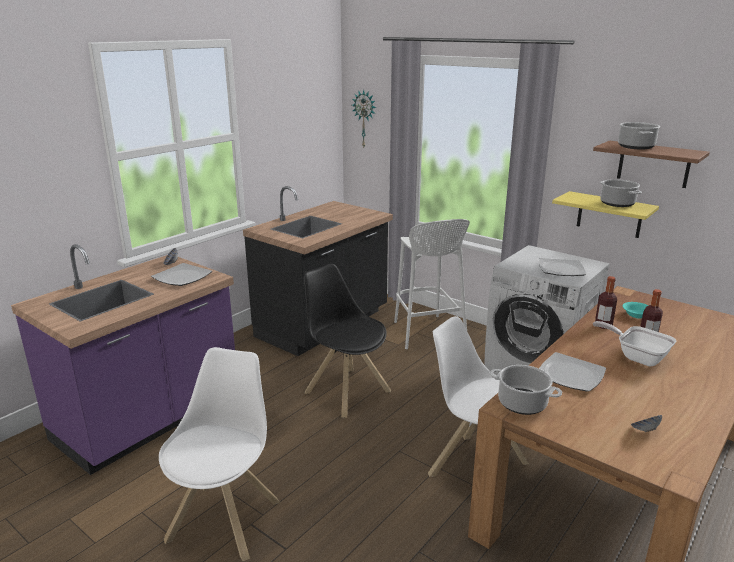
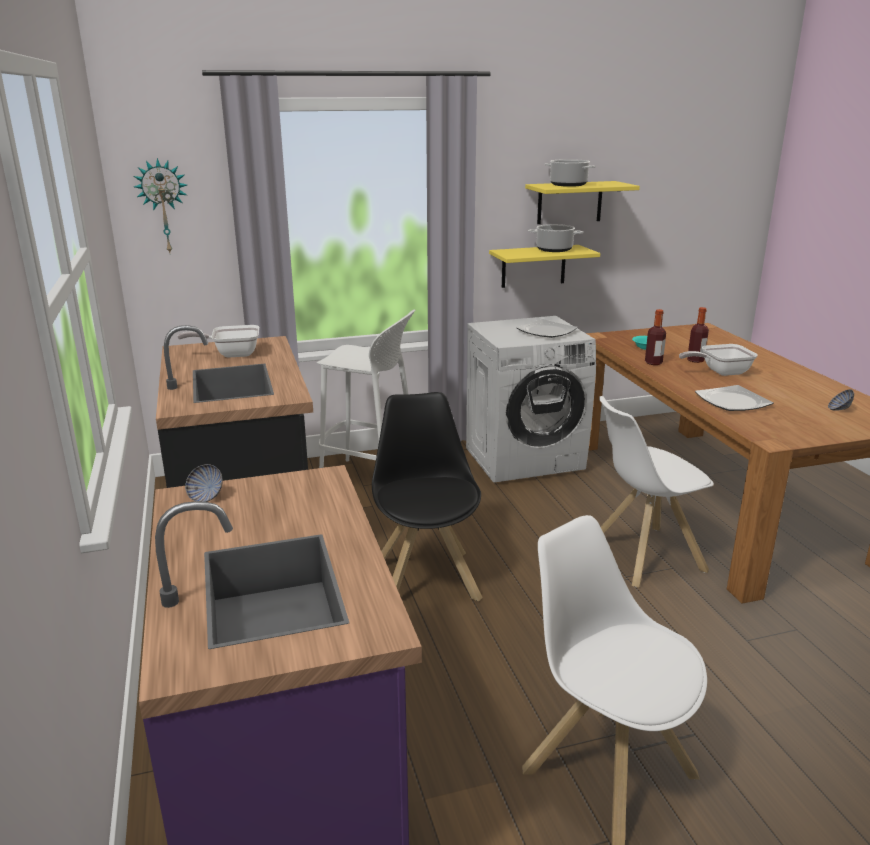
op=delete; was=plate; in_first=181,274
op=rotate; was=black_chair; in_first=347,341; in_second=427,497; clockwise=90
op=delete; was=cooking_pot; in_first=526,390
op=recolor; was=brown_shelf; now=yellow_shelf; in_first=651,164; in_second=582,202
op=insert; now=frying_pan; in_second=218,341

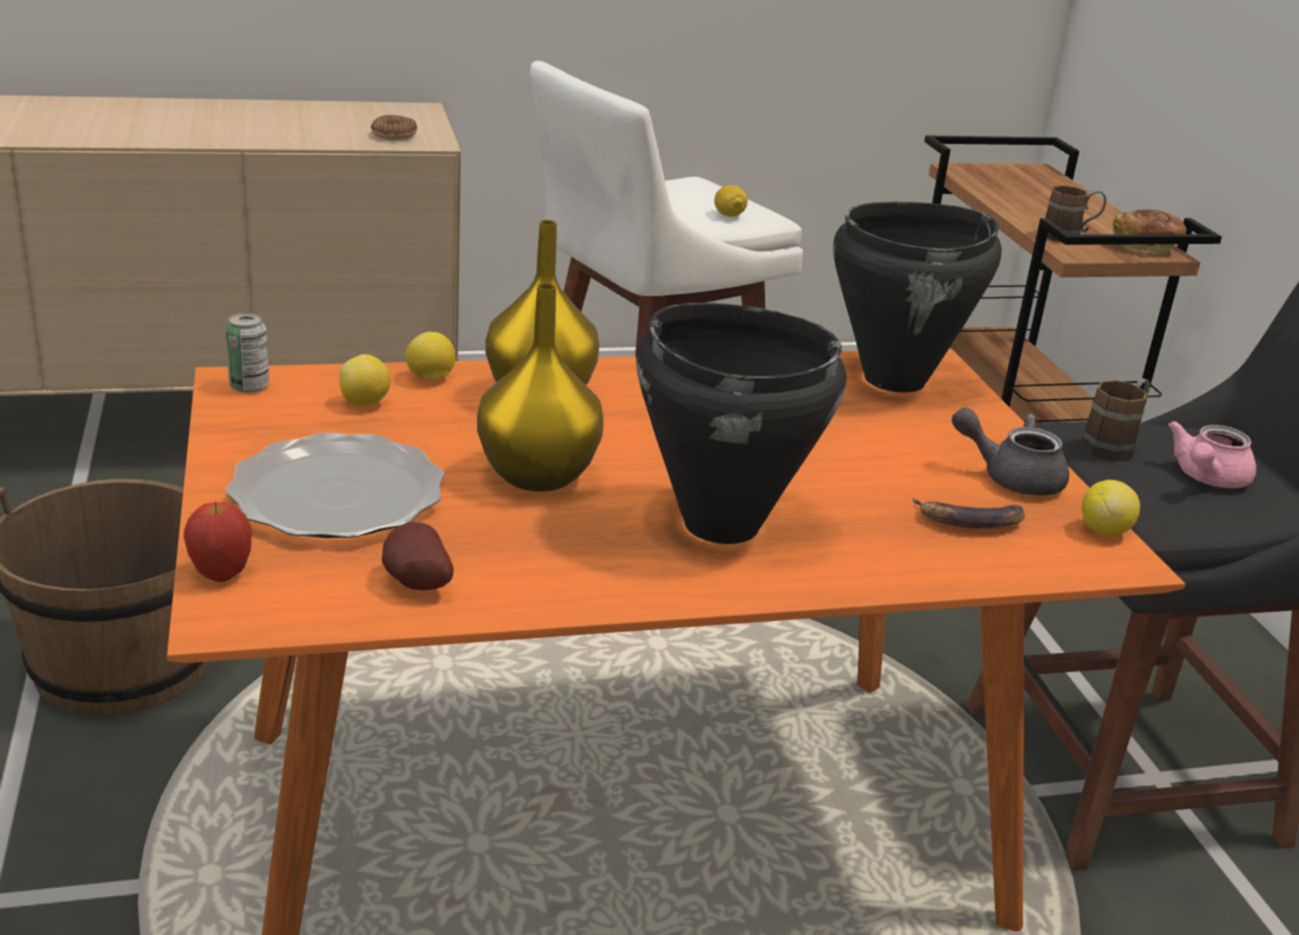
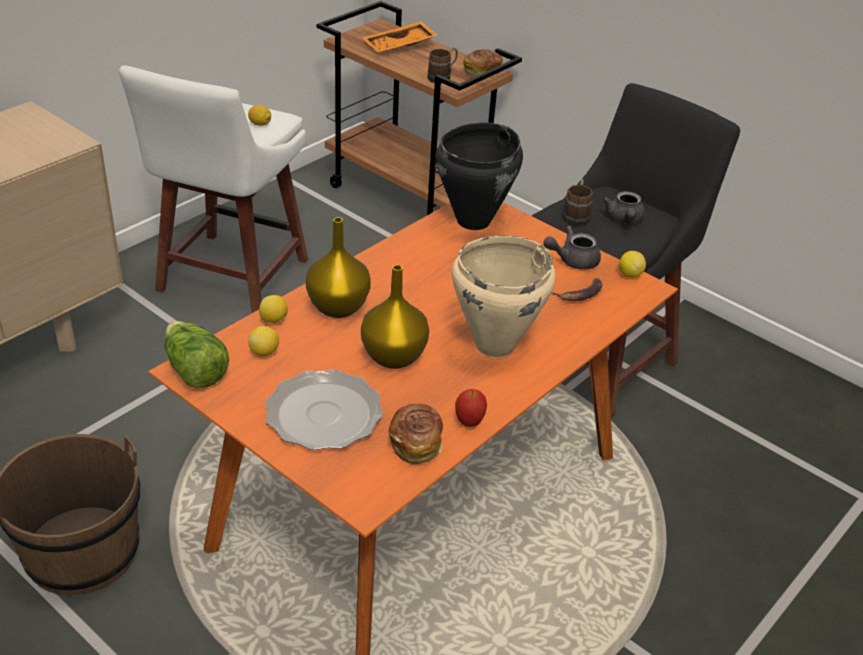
op=move; was=apple; in_first=218,542; in_second=471,408
op=replace; was=can; now=lettuce; in_first=247,353; in_second=197,354
op=delete; was=donut; in_first=394,127
op=replace; was=potato; now=bread; in_first=418,556; in_second=416,434
op=recolor; was=black_cooking_pot; now=beige_cooking_pot; in_first=741,423; in_second=504,296
op=recolor; was=pink_teapot; now=grey_teapot; in_first=1212,454; in_second=623,207
op=insert; now=orange_tray; in_second=400,36

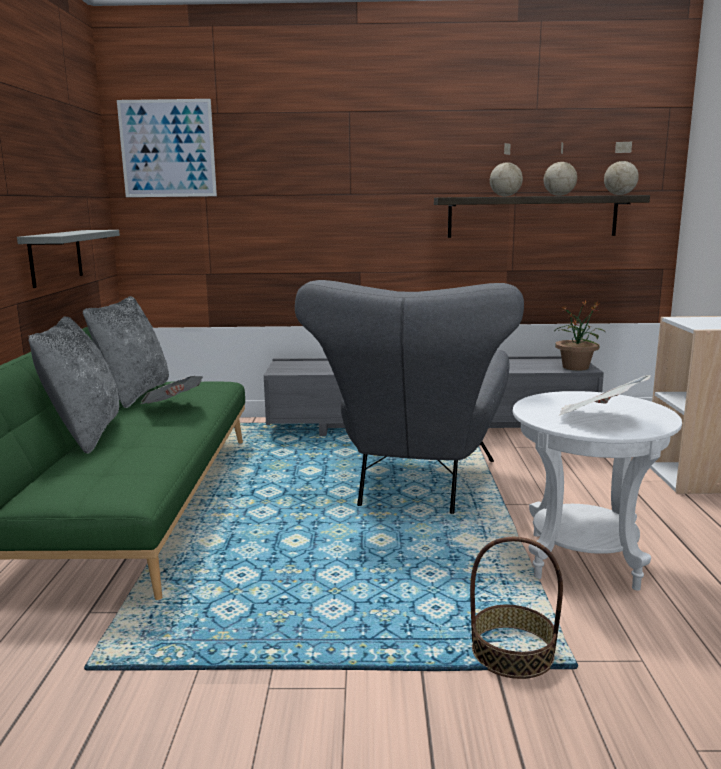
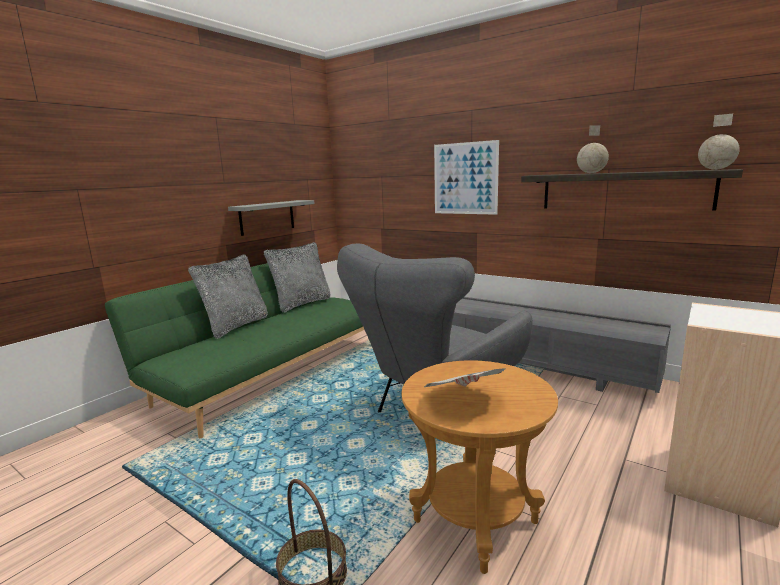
op=move; was=picture; in_first=167,148; in_second=466,177
op=delete; was=newspaper; in_first=171,390
op=recolor; was=white_side_table; now=brown_side_table; in_first=597,491; in_second=479,467
op=delete; was=globe; in_first=560,169
op=delete; was=potted_plant; in_first=580,335

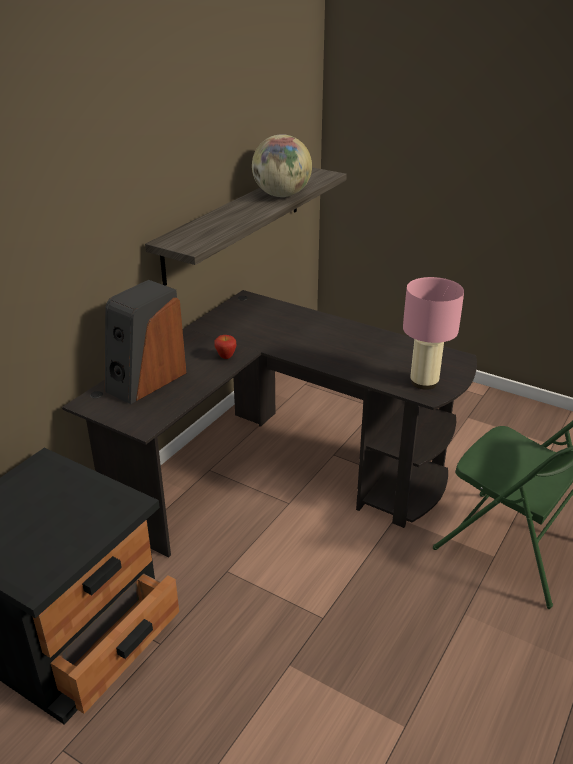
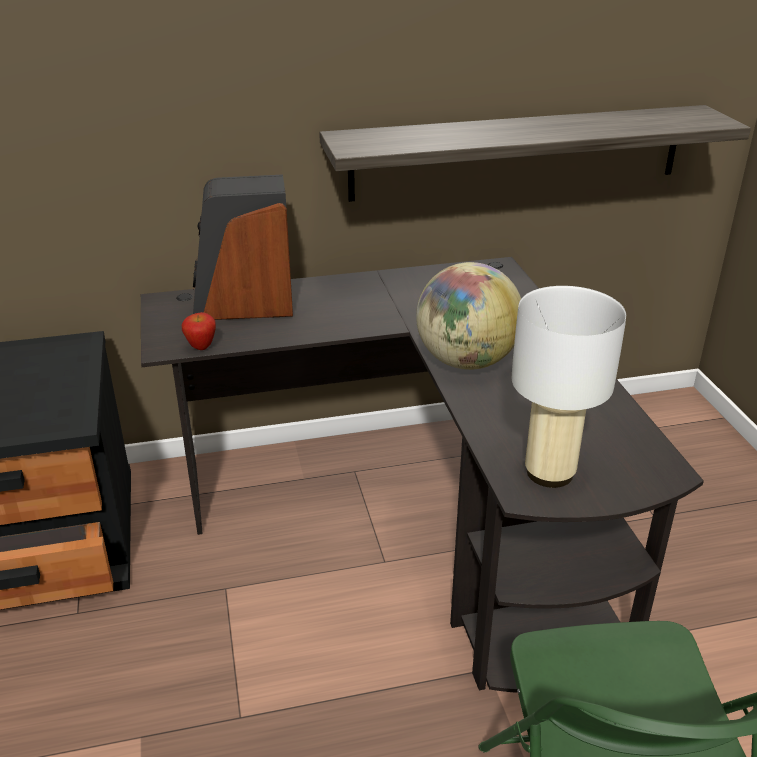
op=move; was=apple; in_first=225,347; in_second=199,331
op=move; was=globe; in_first=282,165; in_second=468,316
op=recolor; was=pink_table_lamp; now=white_table_lamp; in_first=433,333; in_second=569,387

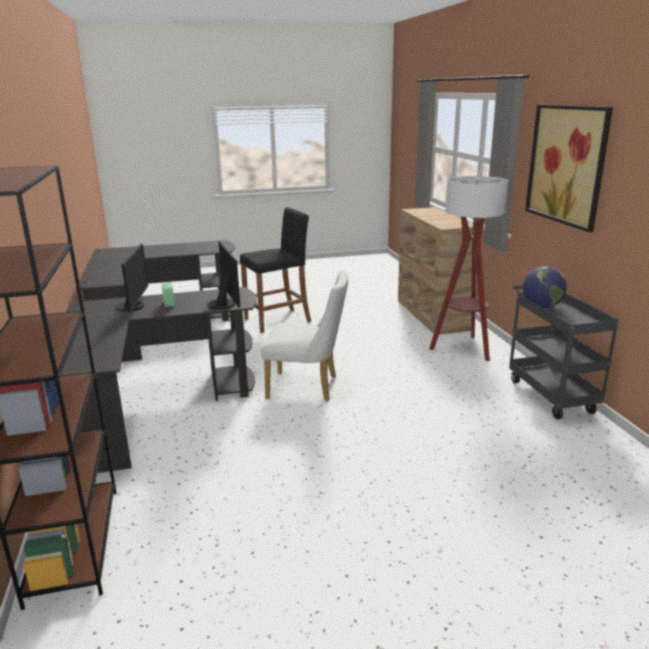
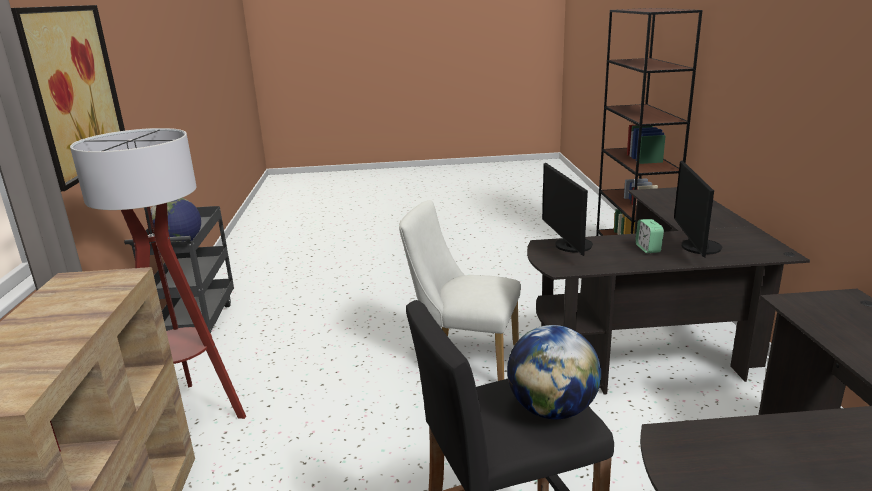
op=insert; now=globe; in_second=554,372

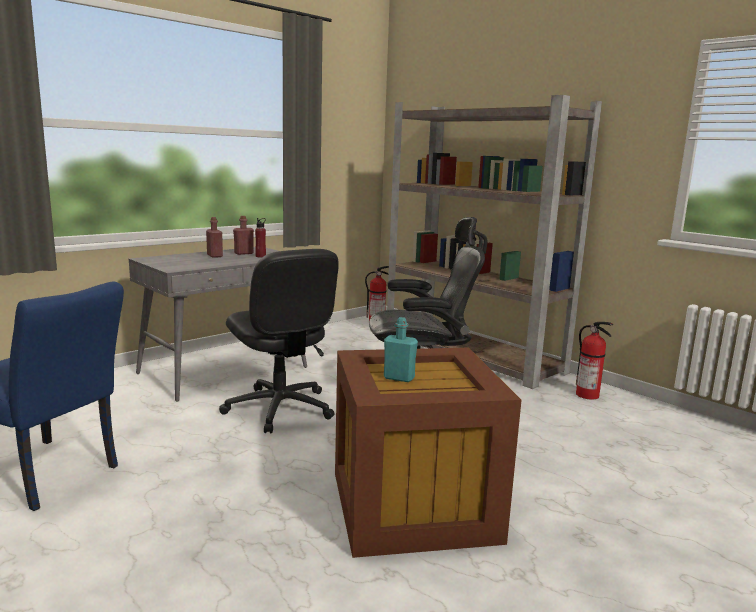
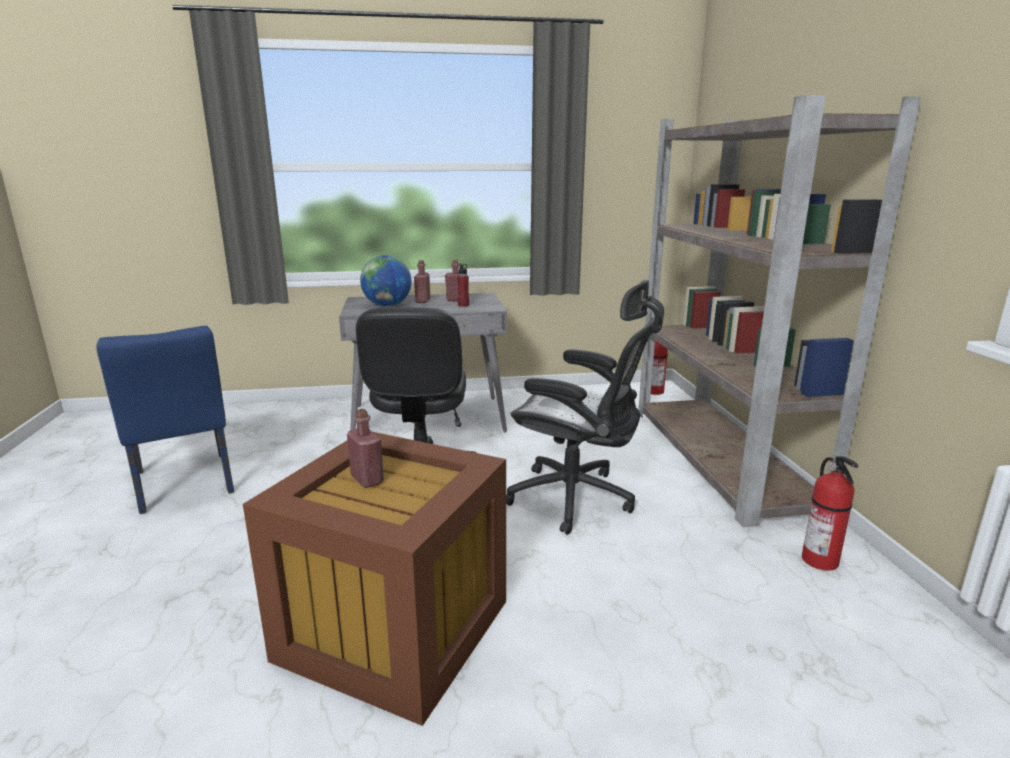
op=recolor; was=turquoise_bottle; now=red_bottle; in_first=401,349; in_second=365,448
op=insert; now=globe; in_second=386,281

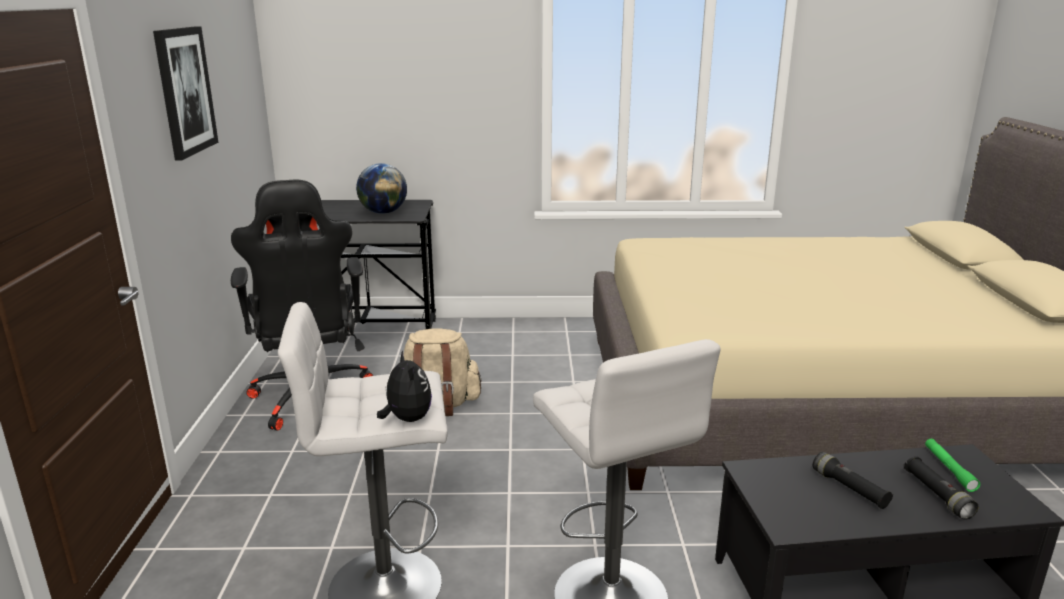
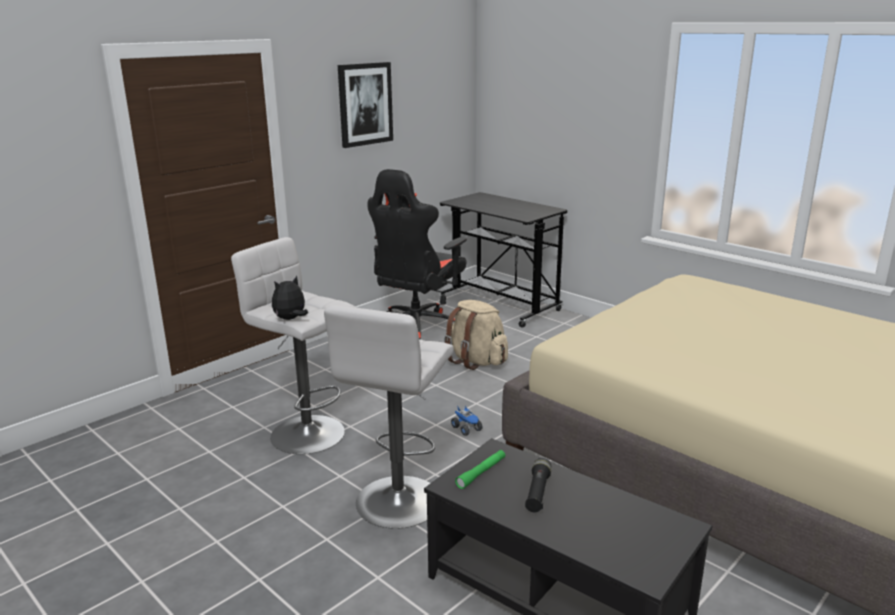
op=delete; was=globe; in_first=381,188
op=rotate; was=plush_toy; in_first=404,386; in_second=290,298; clockwise=-150
op=delete; was=black_flashlight; in_first=941,488
op=move; was=green_flashlight; in_first=952,465; in_second=480,469
op=insert; now=toy_truck; in_second=467,420

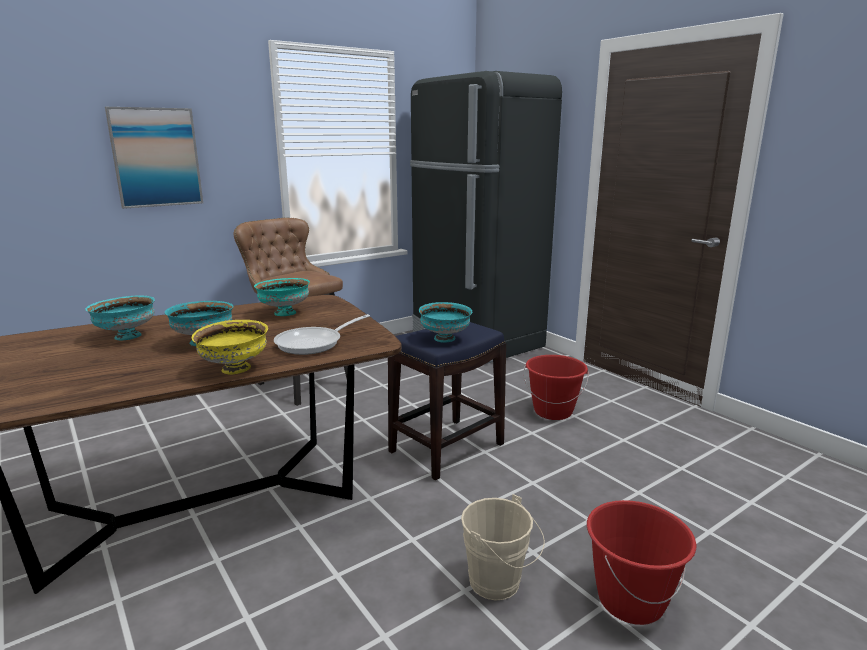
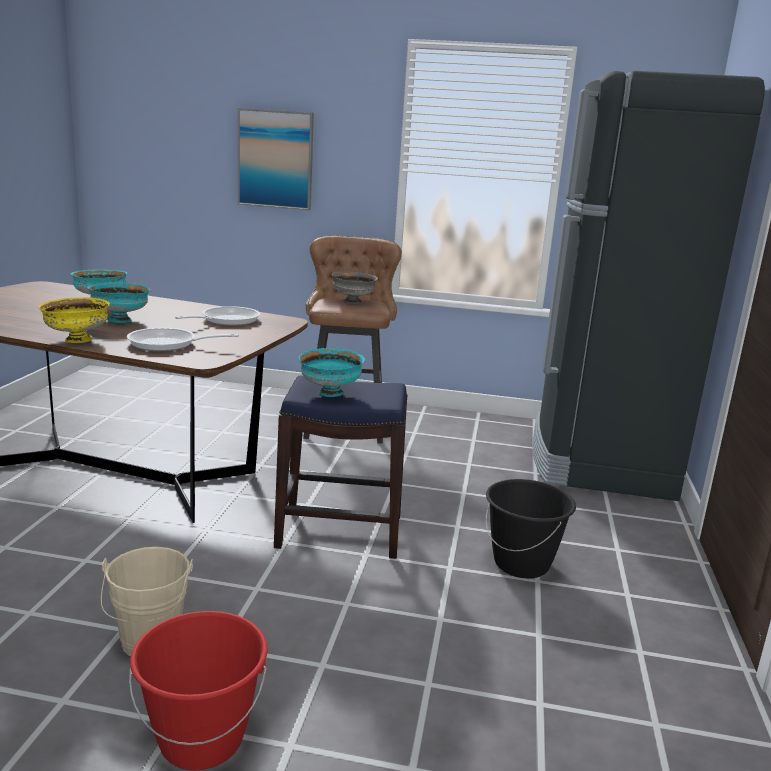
op=replace; was=turquoise_bowl; now=frying_pan; in_first=282,297; in_second=217,316
op=recolor; was=red_bucket; now=black_bucket; in_first=556,387; in_second=531,528
op=insert; now=grey_bowl; in_second=355,287

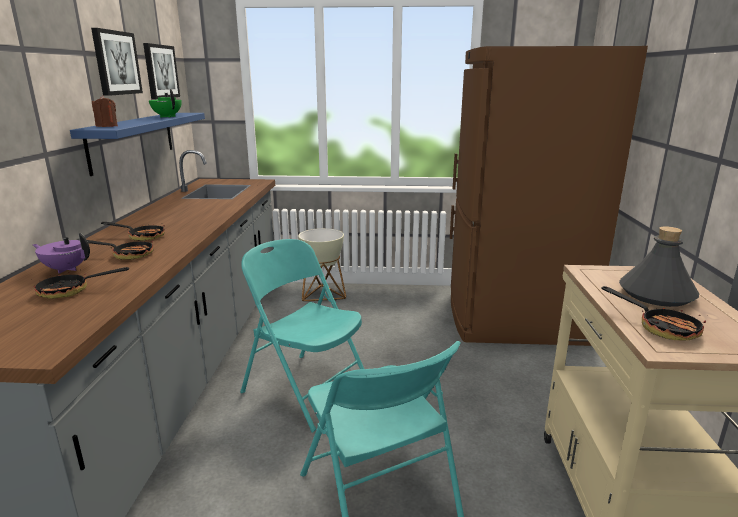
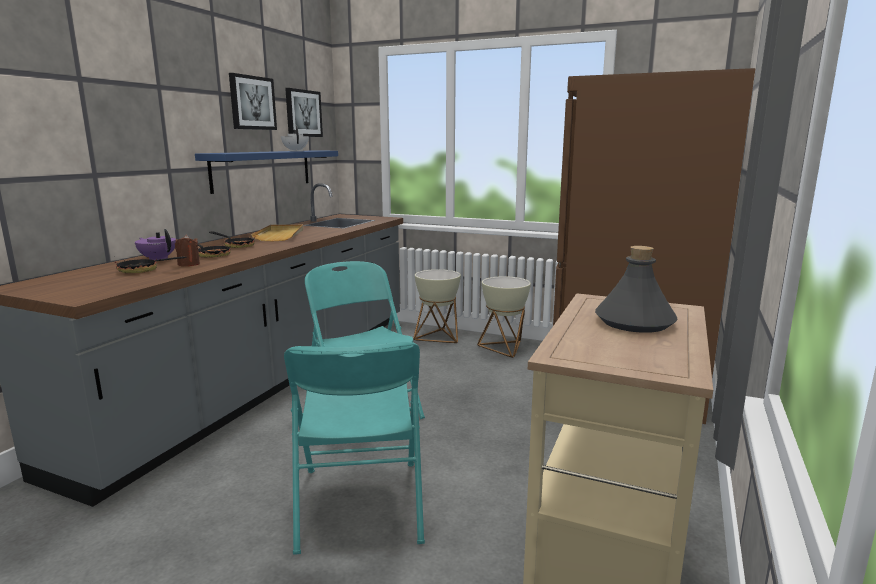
op=move; was=brown_candle; in_first=105,111; in_second=187,250
op=recolor; was=green_teapot; now=white_teapot; in_first=165,103; in_second=295,138
op=delete; was=frying_pan; in_first=653,313
op=insert; now=beige_tray; in_second=277,232
op=insert; now=planter; in_second=504,317

